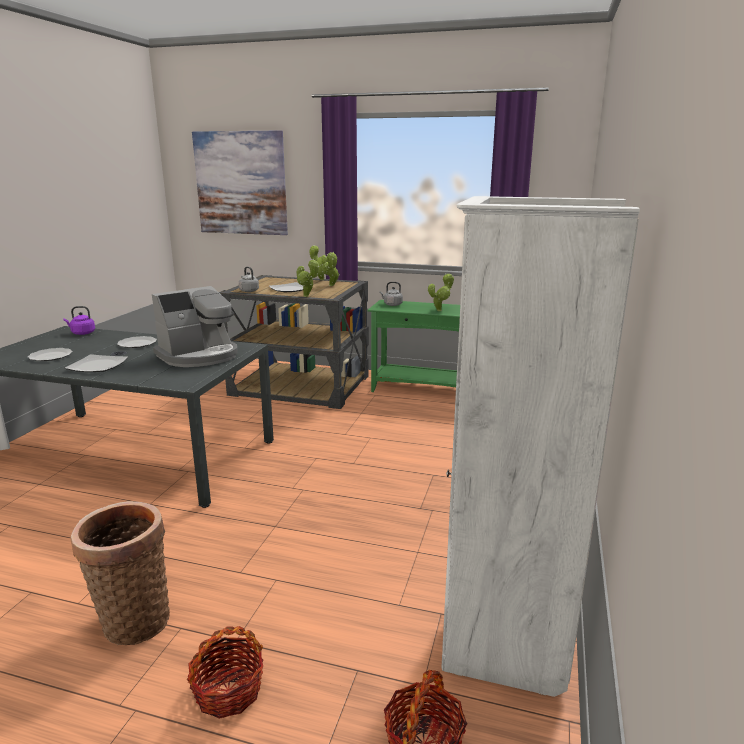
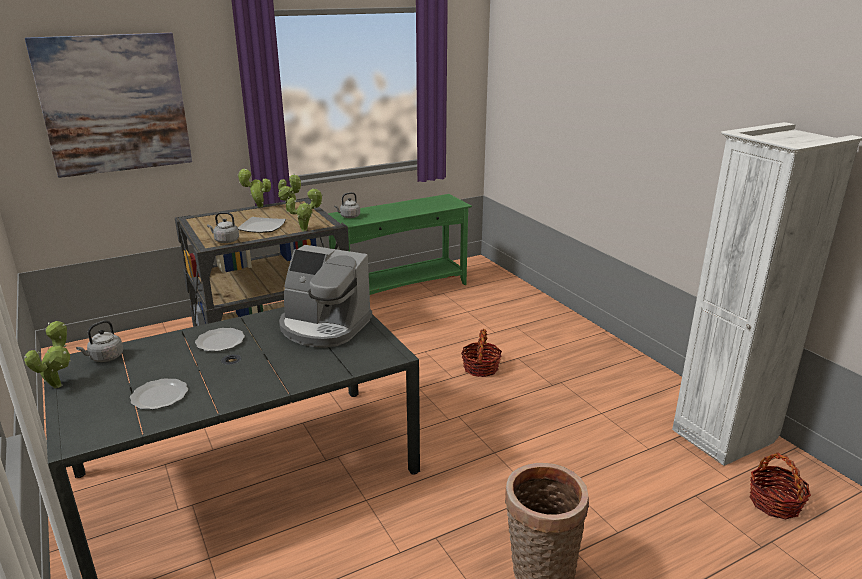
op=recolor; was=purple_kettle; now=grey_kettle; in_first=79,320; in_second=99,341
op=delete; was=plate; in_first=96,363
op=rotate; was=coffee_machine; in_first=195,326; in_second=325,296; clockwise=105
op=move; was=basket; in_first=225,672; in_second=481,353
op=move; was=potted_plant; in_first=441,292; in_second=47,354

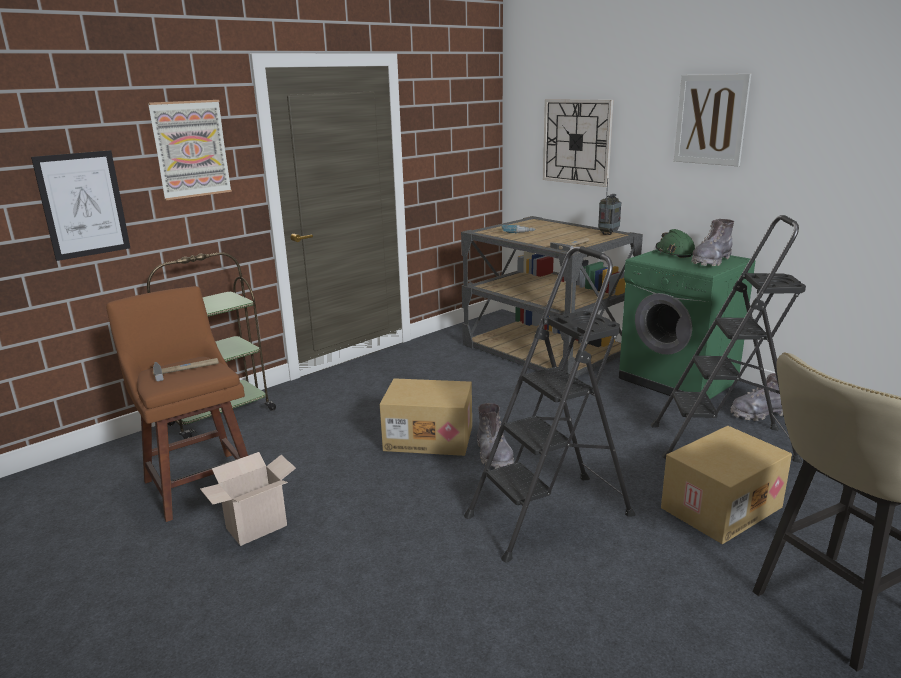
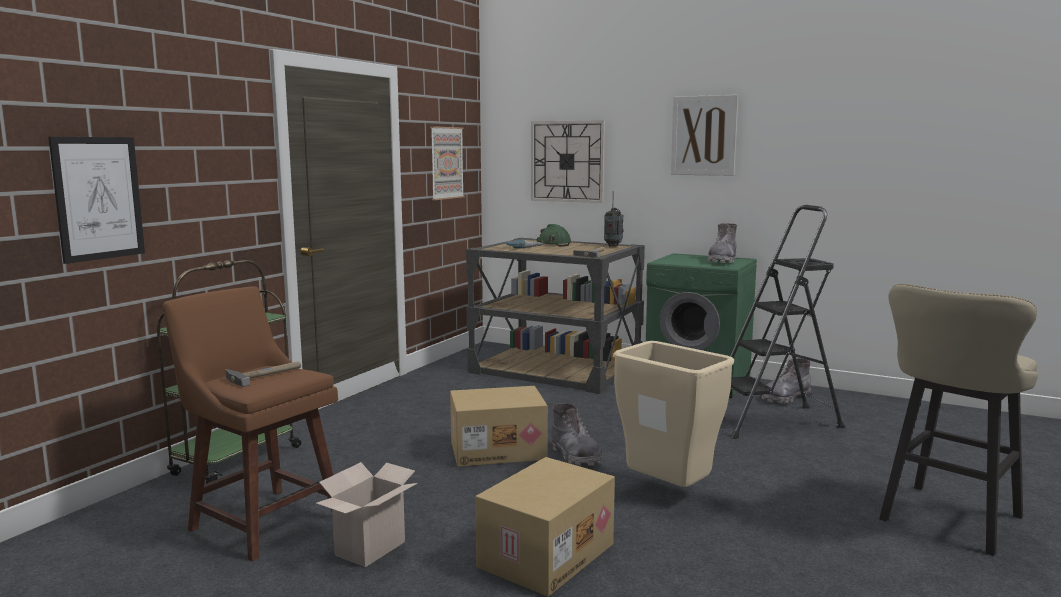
op=move; was=picture; in_first=190,150; in_second=447,163
op=replace; was=step_ladder; now=beige_trash_can; in_first=550,404; in_second=673,414
op=move; was=green_hard_hat; in_first=675,243; in_second=554,235
op=move; was=cardboard_box; in_first=726,485; in_second=545,527

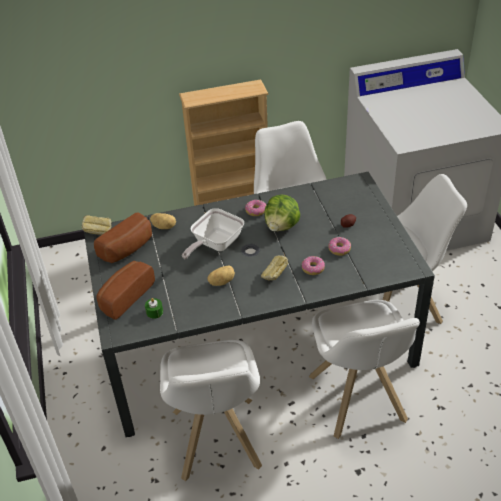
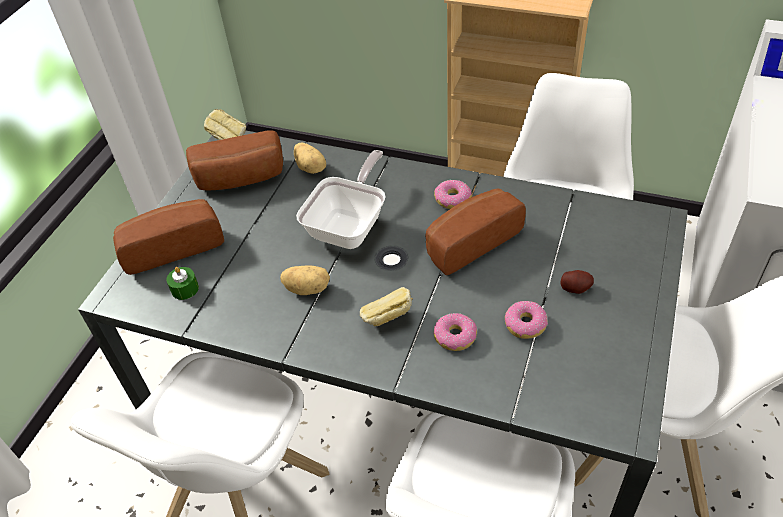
op=rotate; was=frying_pan; in_first=213,233; in_second=341,199; clockwise=135
op=replace; was=lettuce; now=bread; in_first=282,213; in_second=475,232

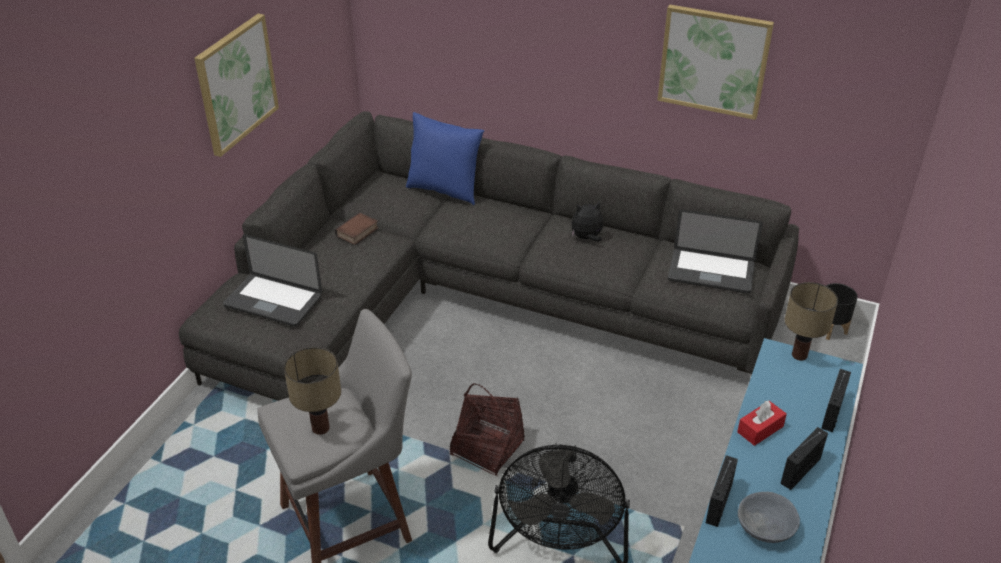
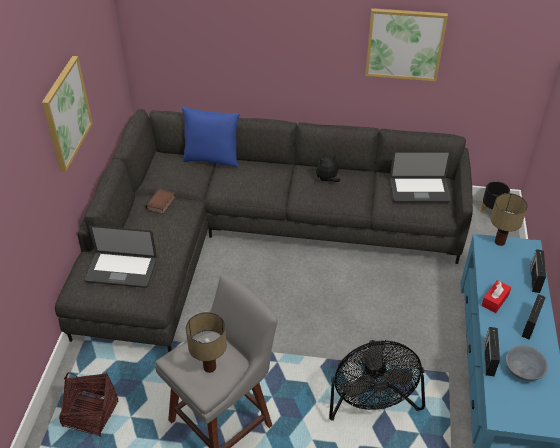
op=move; was=basket; in_first=487,429; in_second=89,404

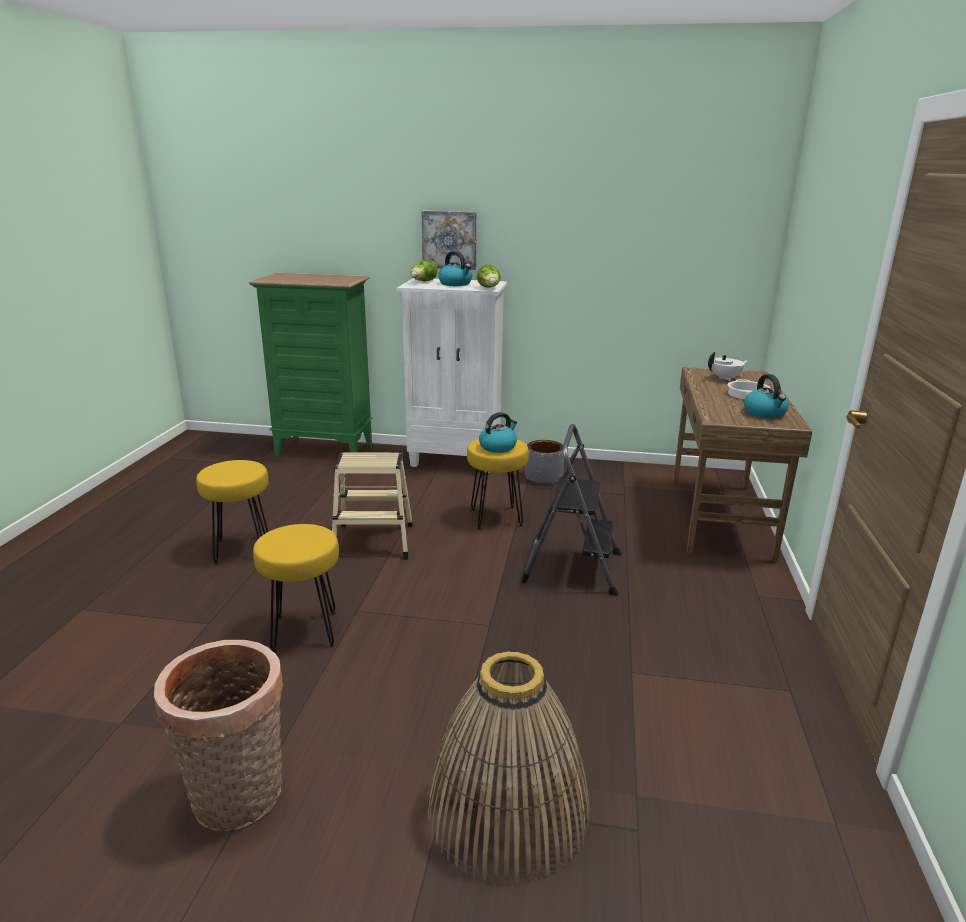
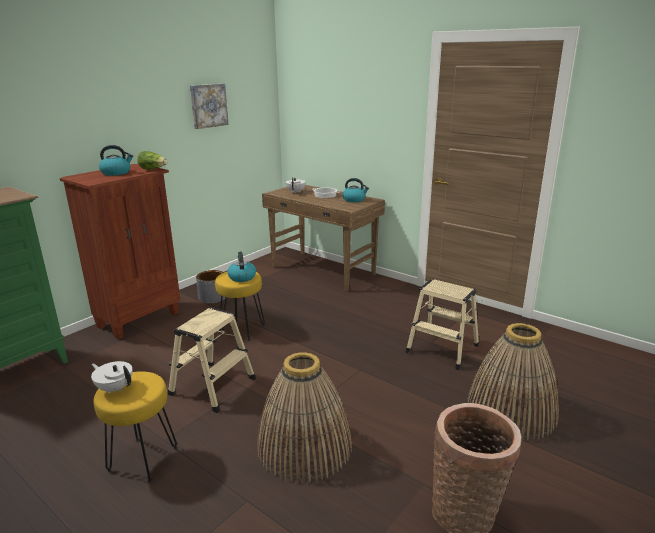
op=replace; was=yellow_stool; now=basket; in_first=296,588; in_second=304,417
op=recolor; was=white_cabinet; now=brown_cabinet; in_first=452,375; in_second=120,251
op=delete; was=lettuce; in_first=423,270
op=move; was=picture; in_first=449,240; in_second=209,106
op=delete; was=black_step_ladder; in_first=572,510
op=insert; now=white_teapot; in_second=112,377
op=insert; now=beige_step_ladder; in_second=442,324

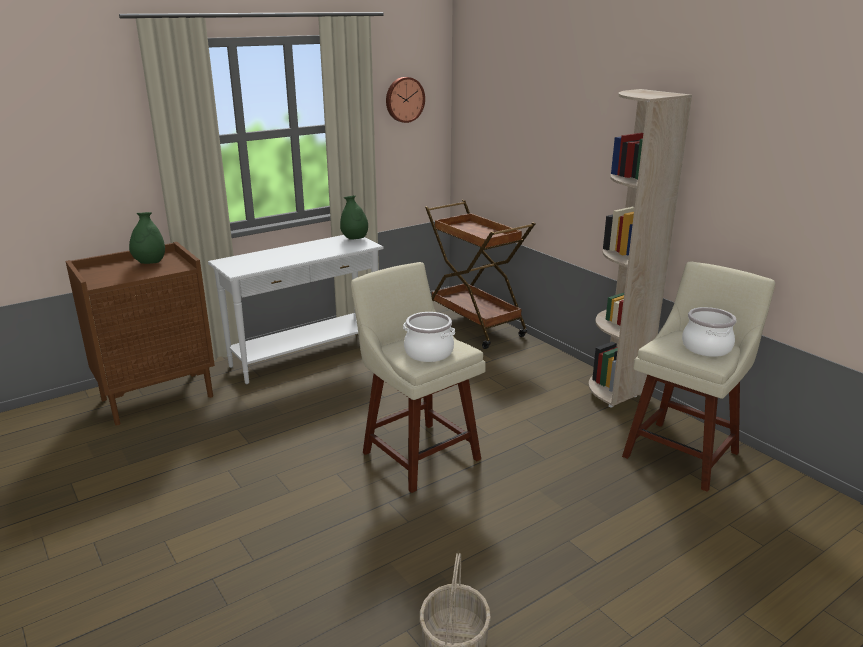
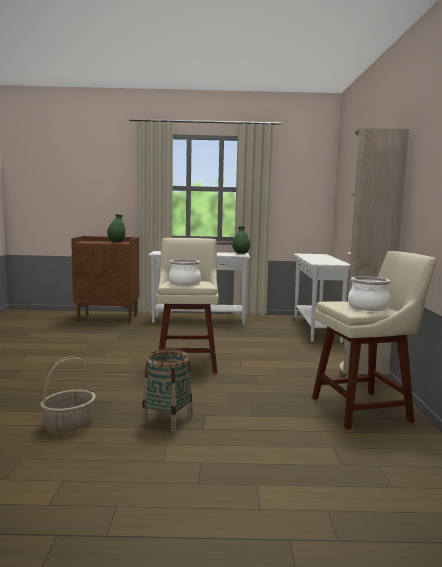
op=delete; was=wall_clock; in_first=405,100
op=replace; was=brown_cart; now=white_console_table; in_first=480,274; in_second=322,298
op=insert; now=basket; in_second=167,390

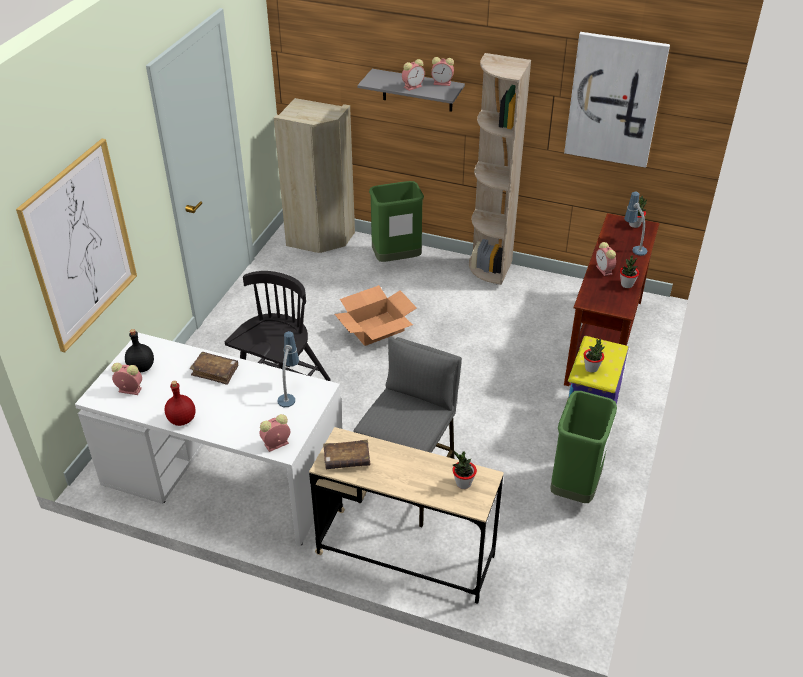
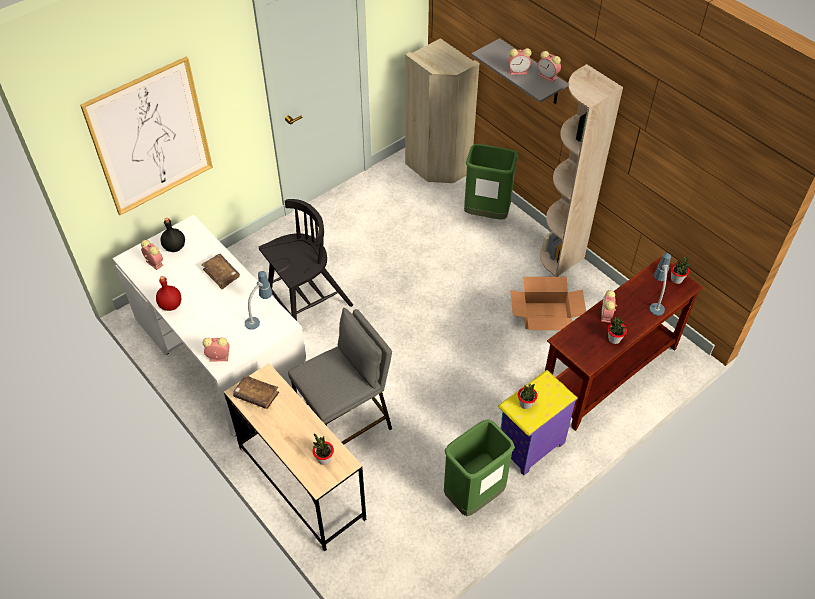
op=move; was=cardboard_box; in_first=375,315; in_second=548,303
op=delete; was=picture; in_first=617,100

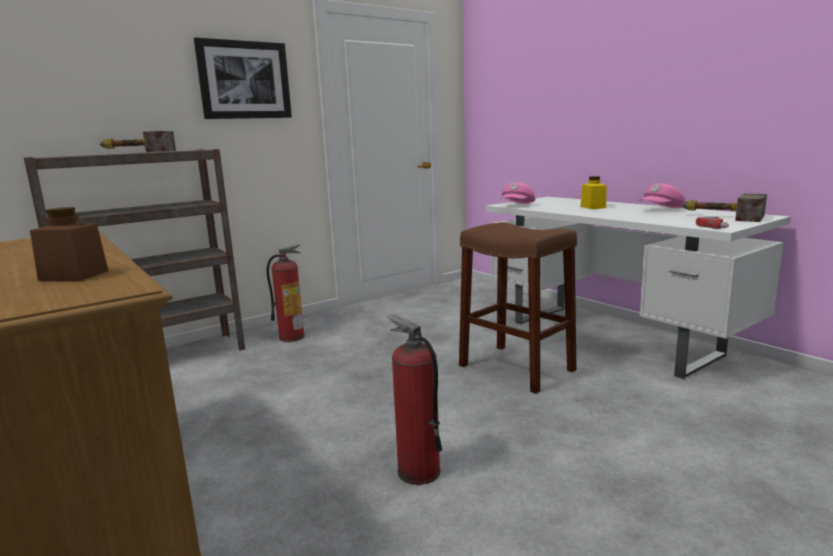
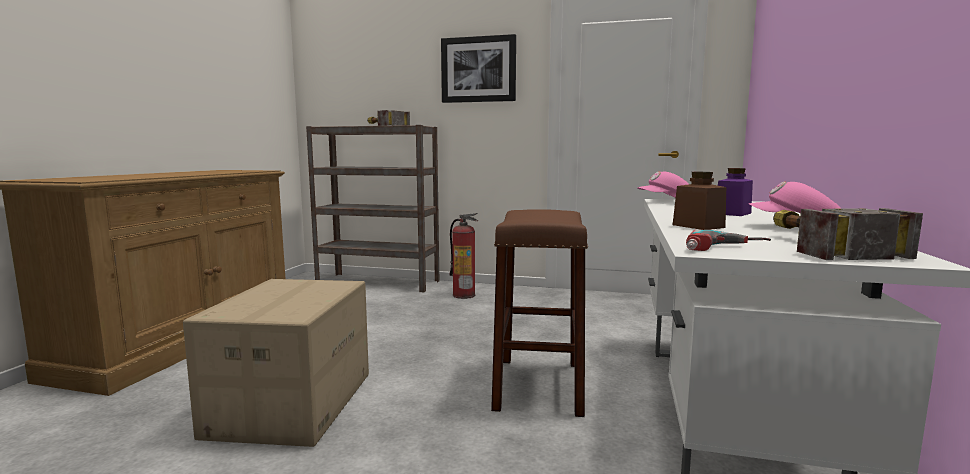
op=move; was=brown_jar; in_first=69,244; in_second=699,201
op=replace; was=fire_extinguisher; now=cardboard_box; in_first=415,399; in_second=276,363
op=recolor; was=yellow_jar; now=purple_jar; in_first=593,192; in_second=735,192

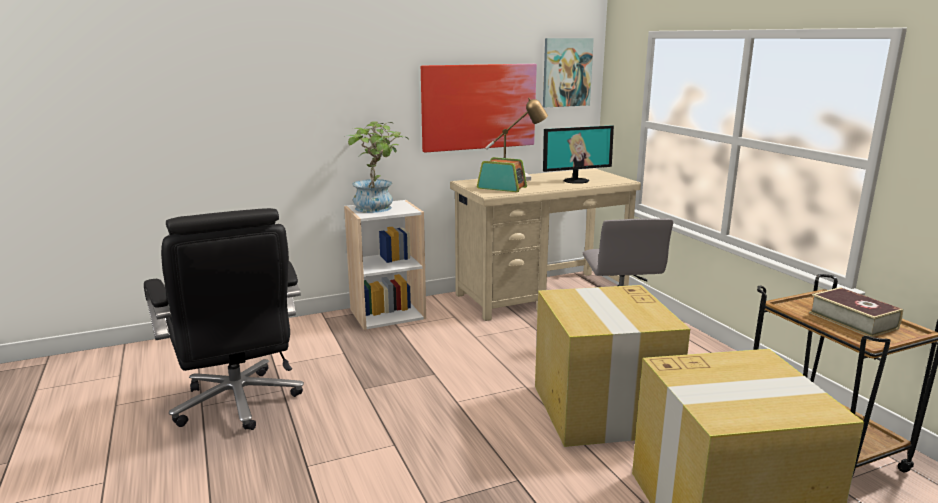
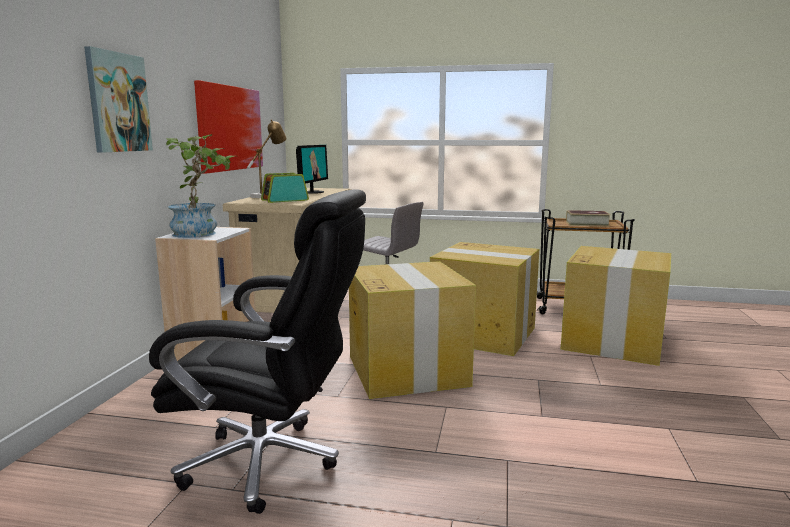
op=move; was=picture; in_first=568,72; in_second=118,99
op=insert; now=cardboard_box; in_second=412,330

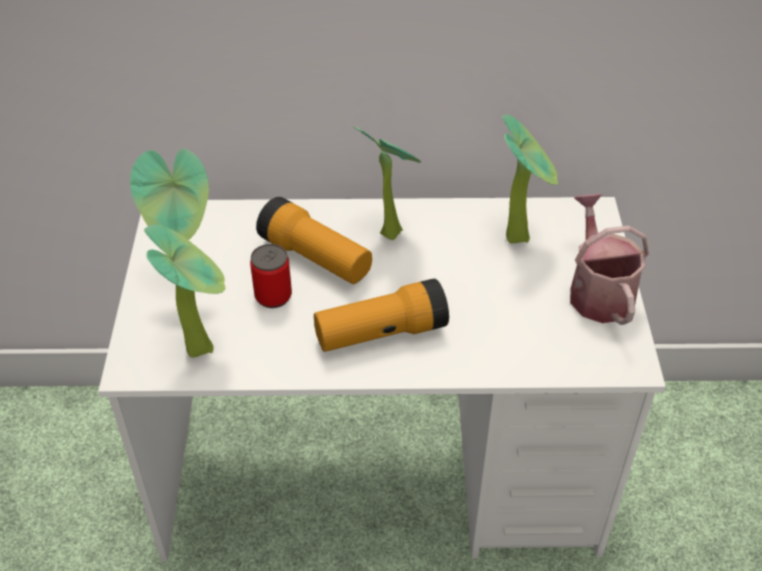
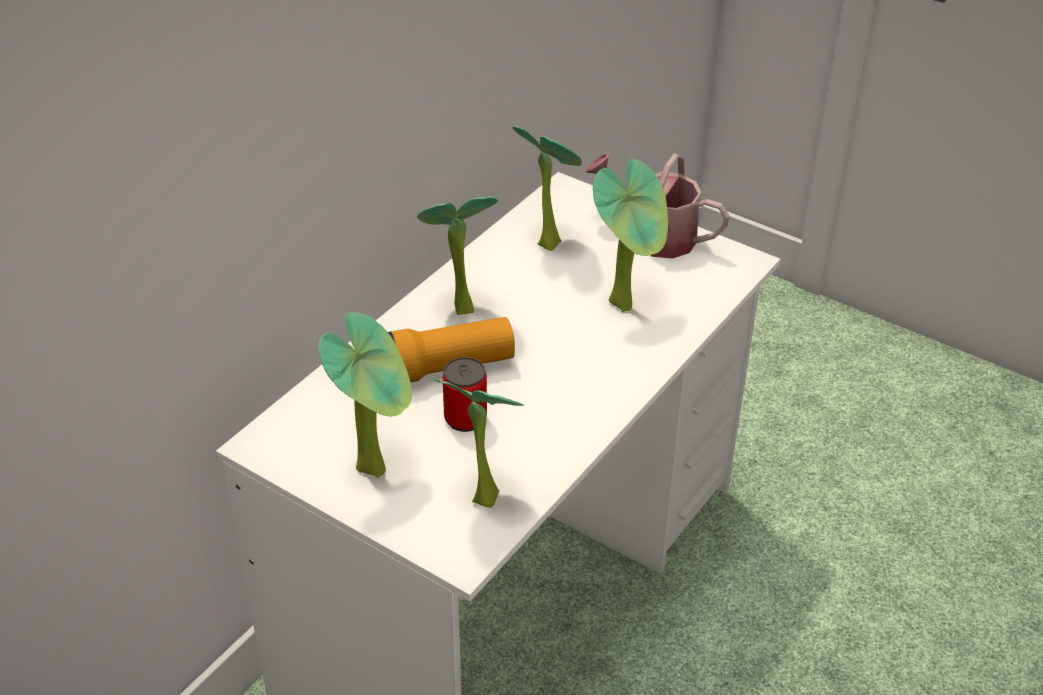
op=delete; was=flashlight; in_first=381,315
op=insert; now=potted_plant; in_second=630,235

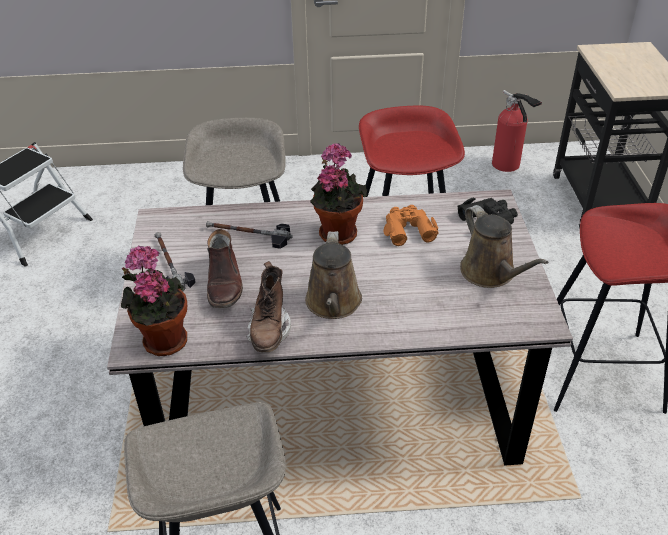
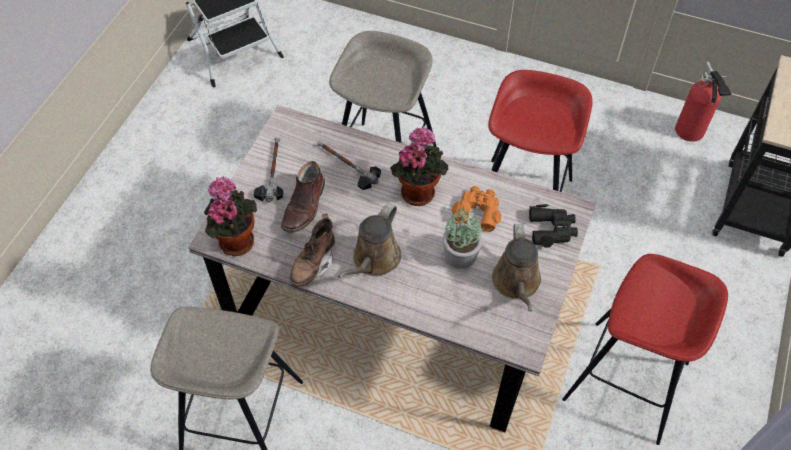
op=insert; now=potted_plant; in_second=462,237

